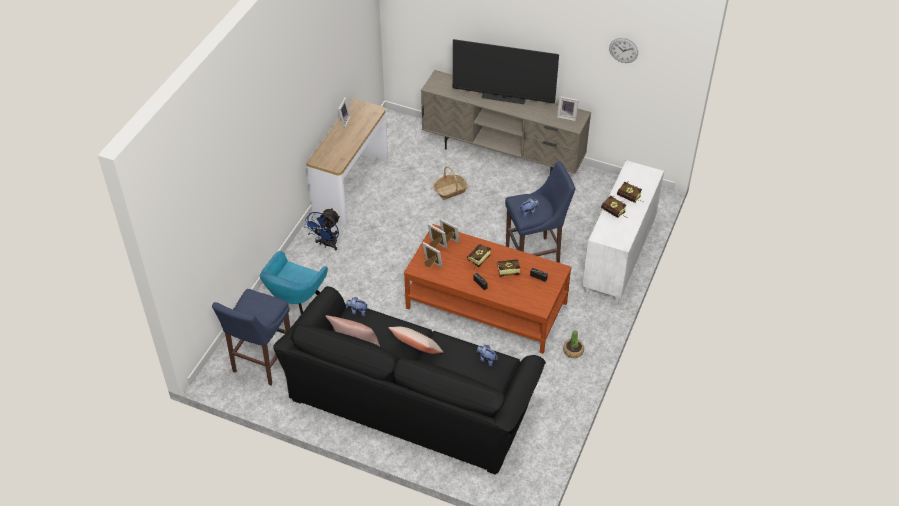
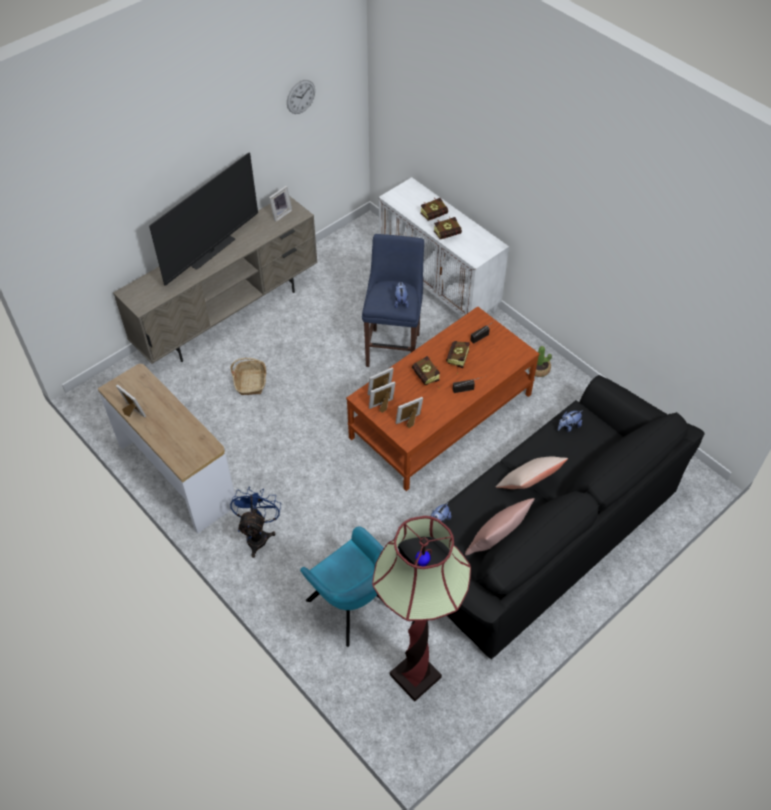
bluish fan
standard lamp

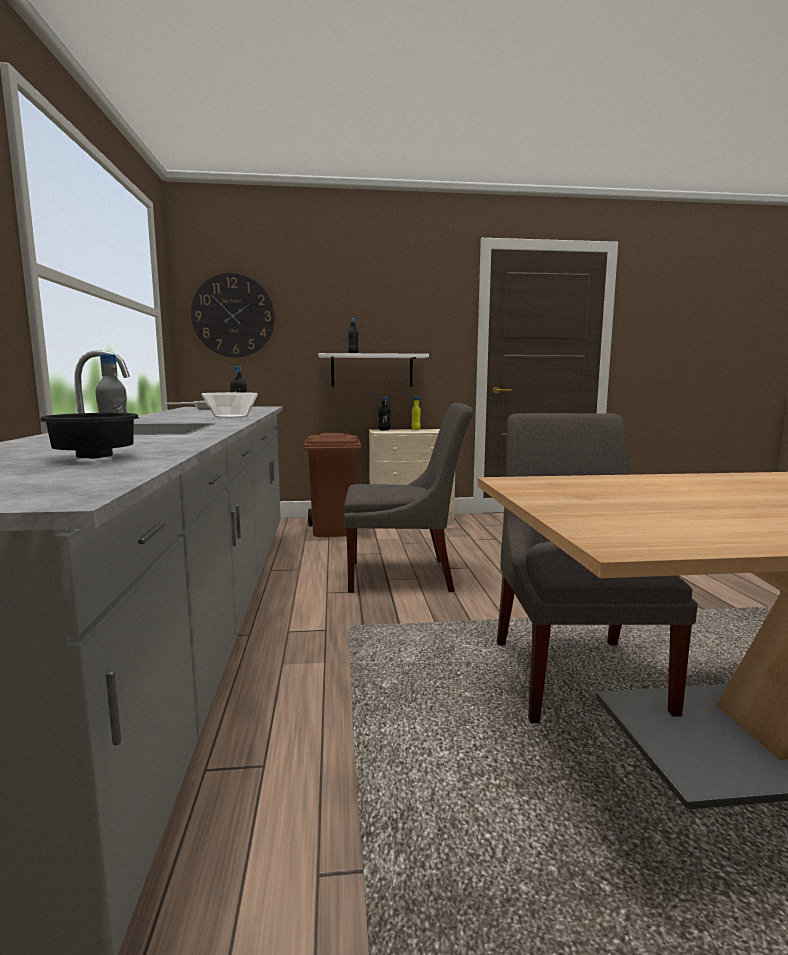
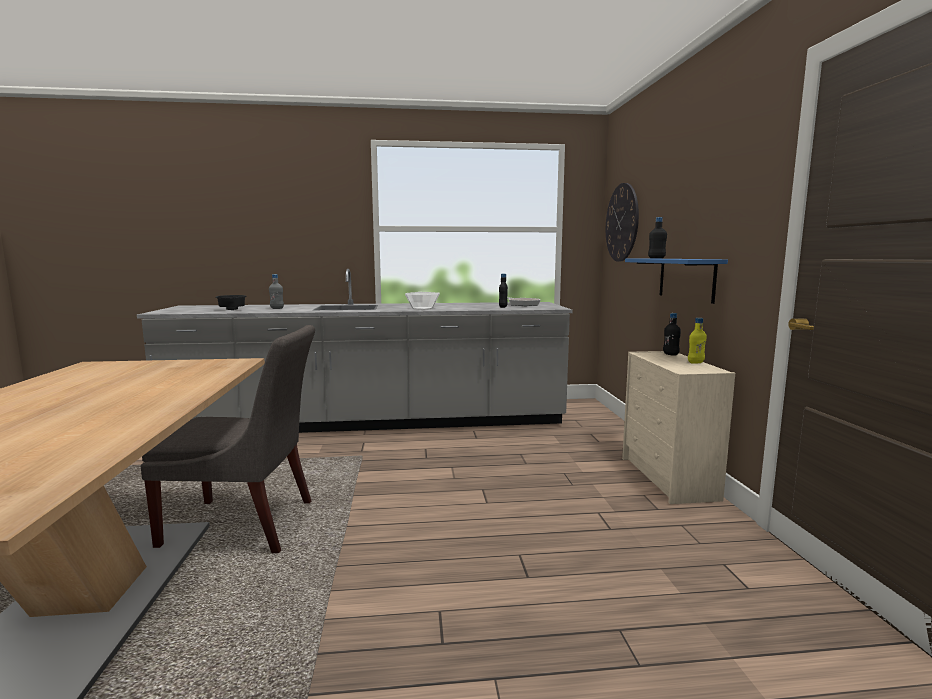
bluish shelf
brown-coloured rubbish bin
gray chair (1st from left in the first image)

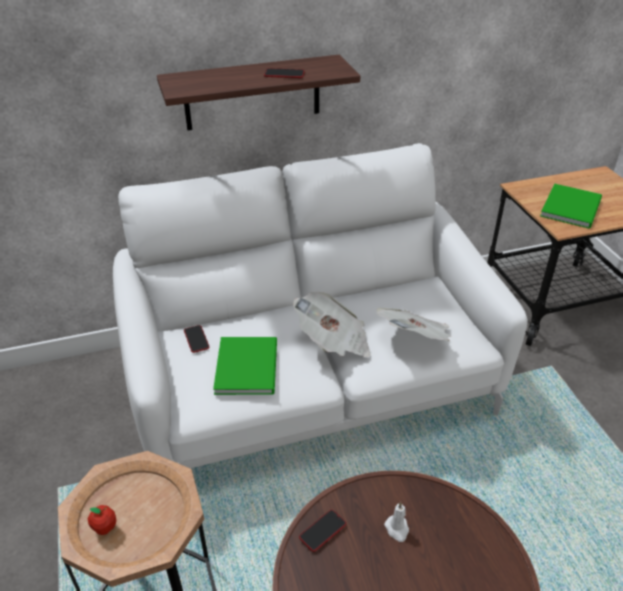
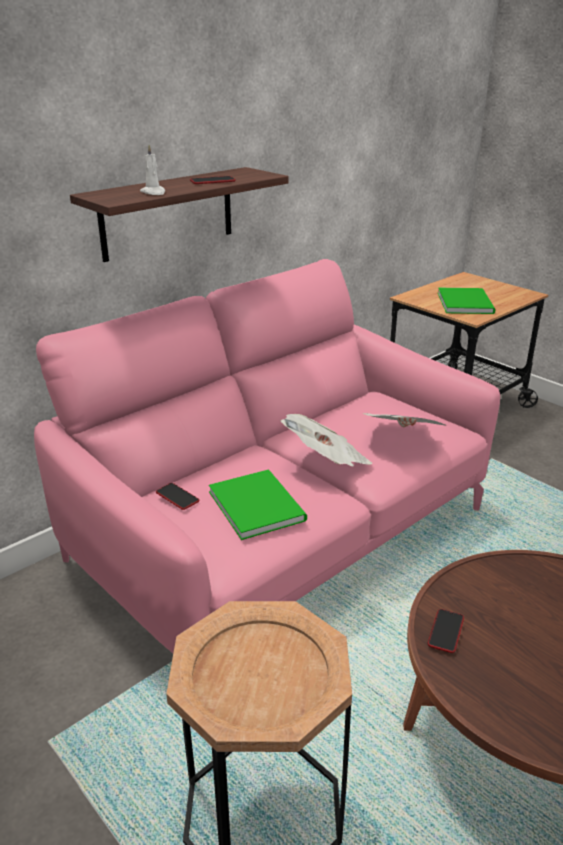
pink settee
whitish candle
apple

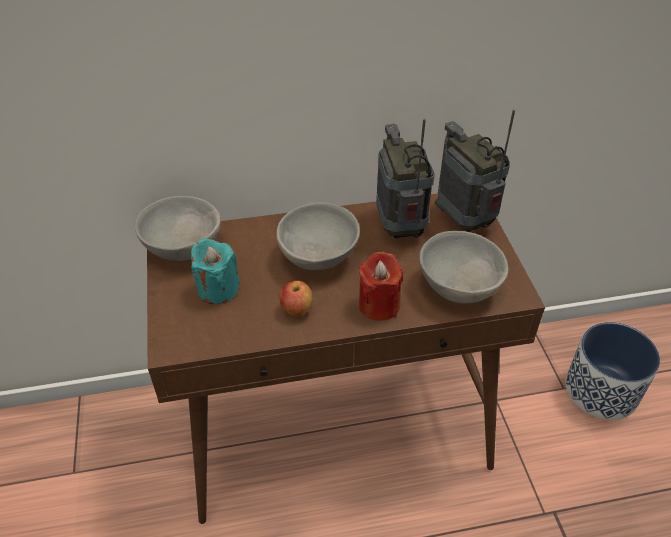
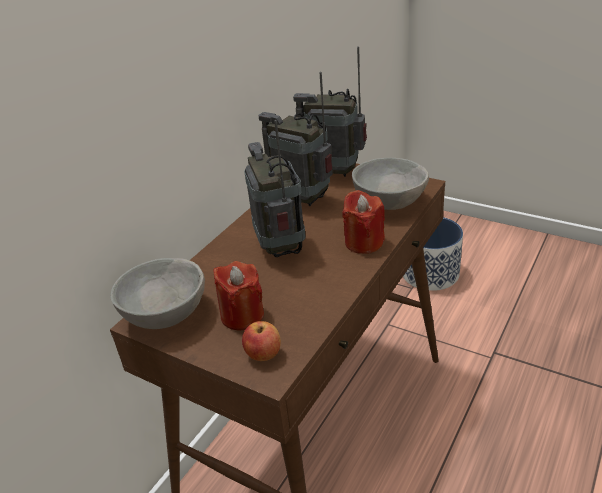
red candle (1st from left)
apple
radio receiver (1st from left)

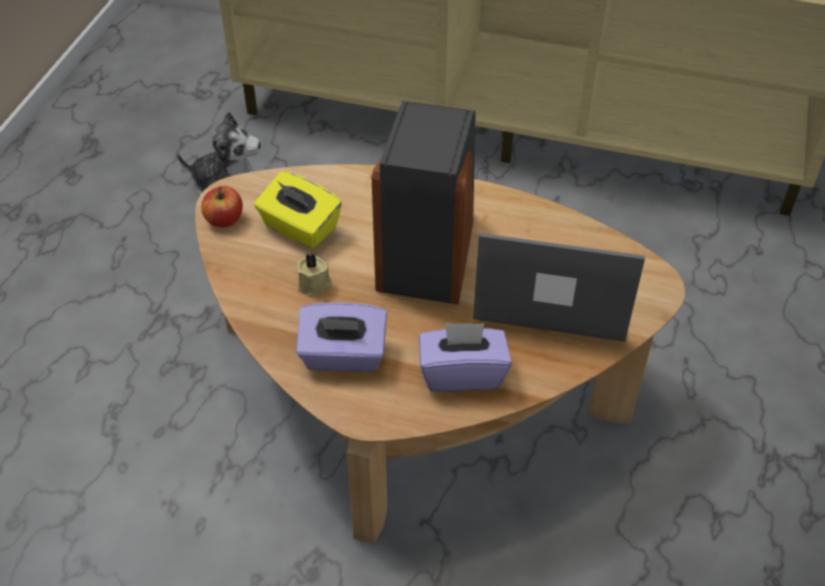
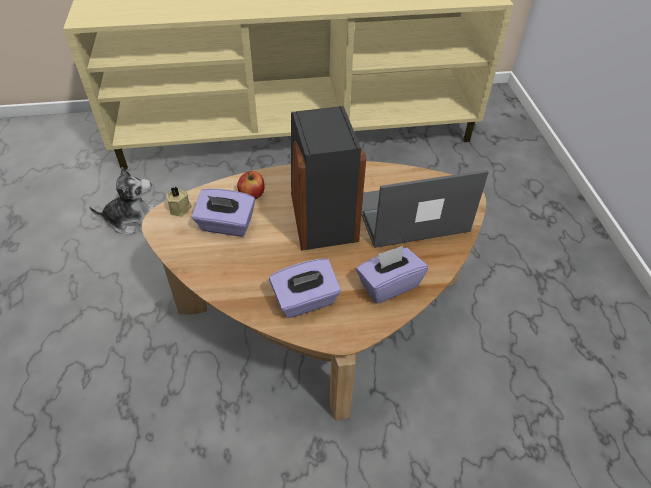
beige-coloured candle
purple tissue box (1st from left)
apple

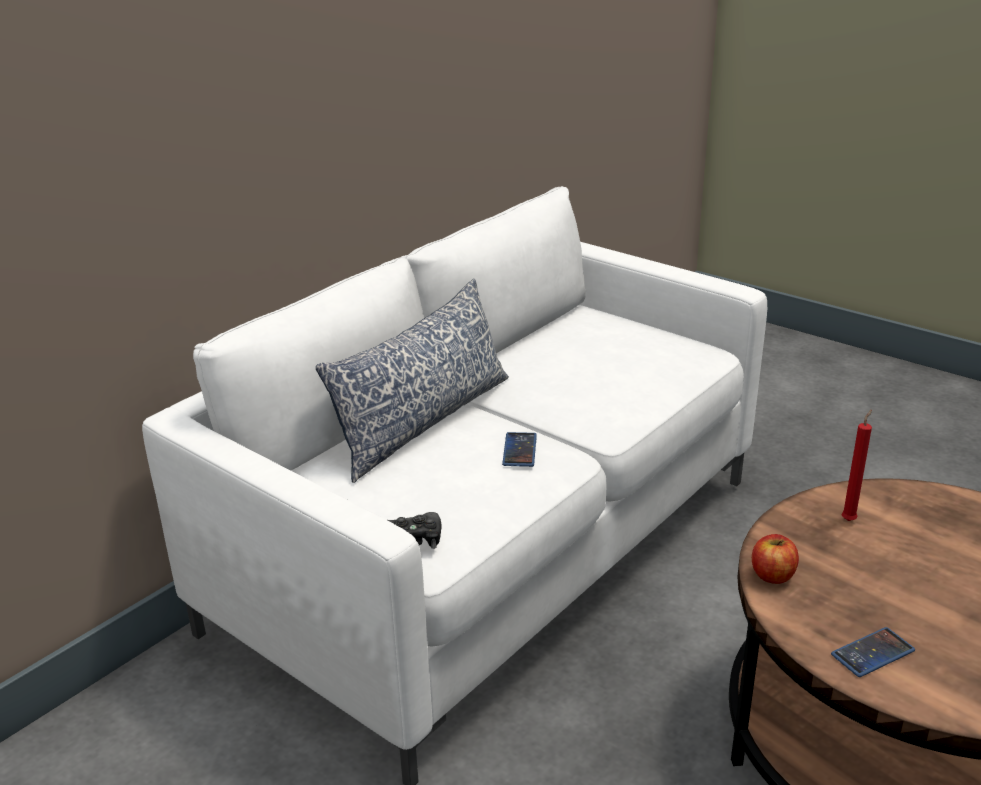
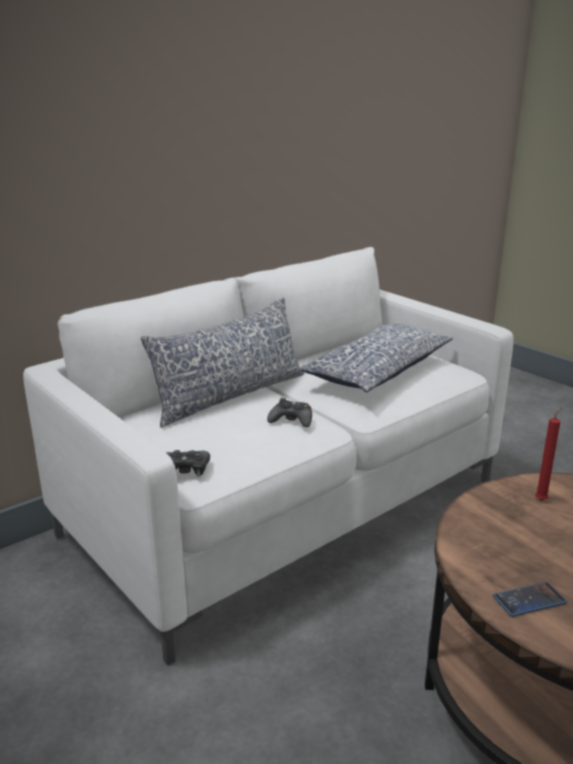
black-coloured joypad (2nd from left)
cushion (2nd from left)
apple

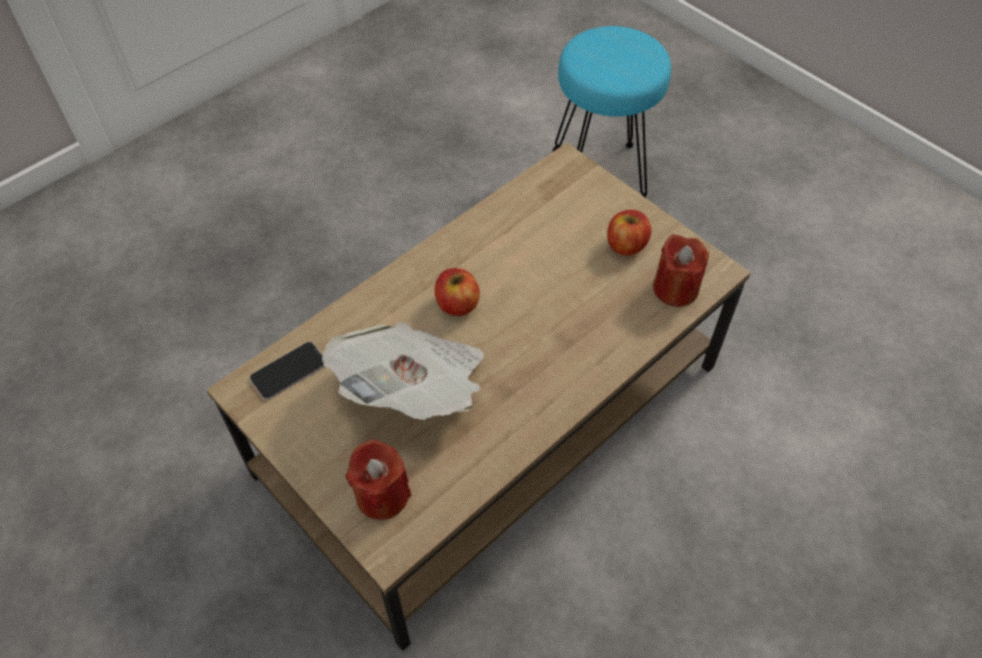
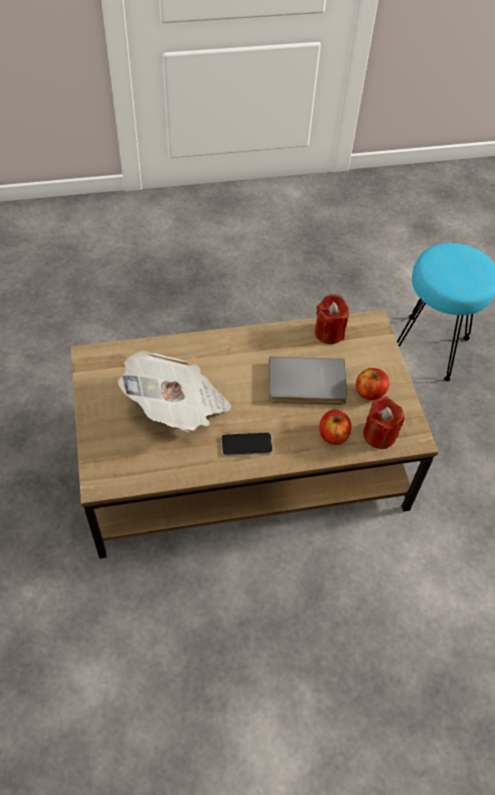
handset
gray book
red candle (1st from left)
apple (1st from left)

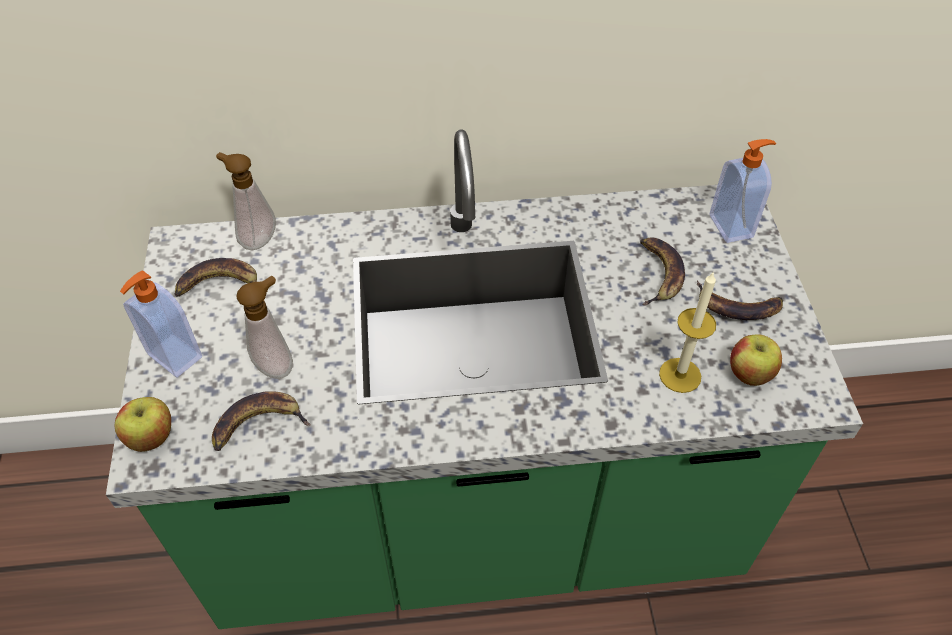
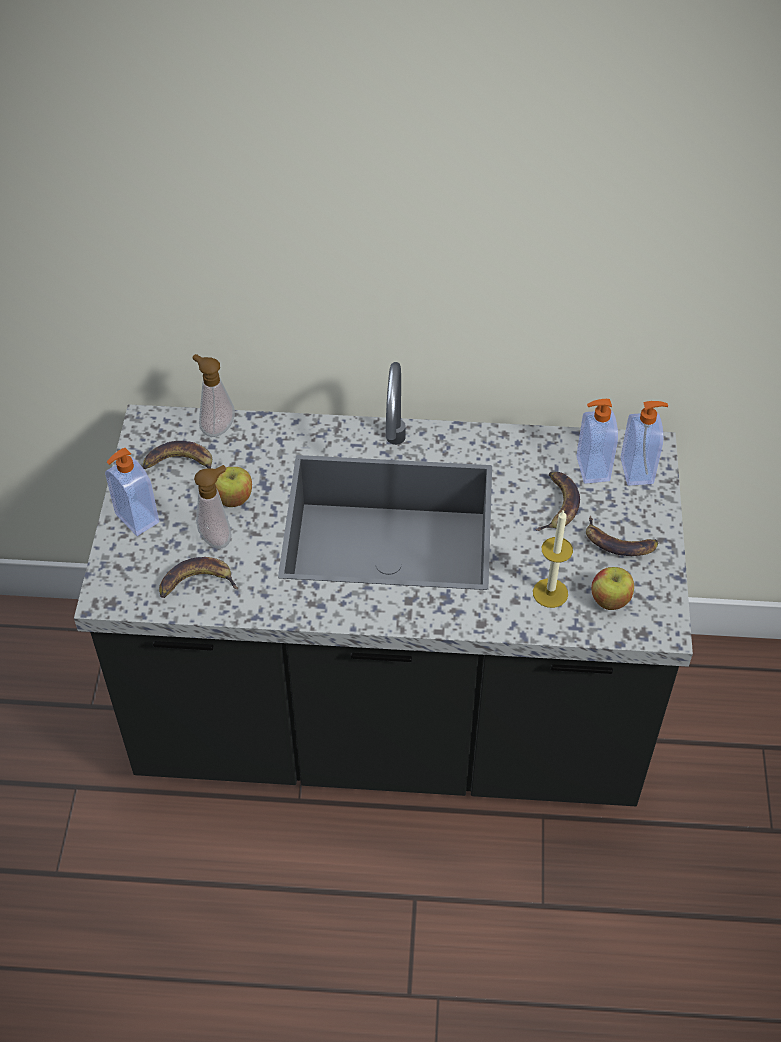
black-coloured kitchen base unit
apple (1st from left)
soap dispenser (4th from left)

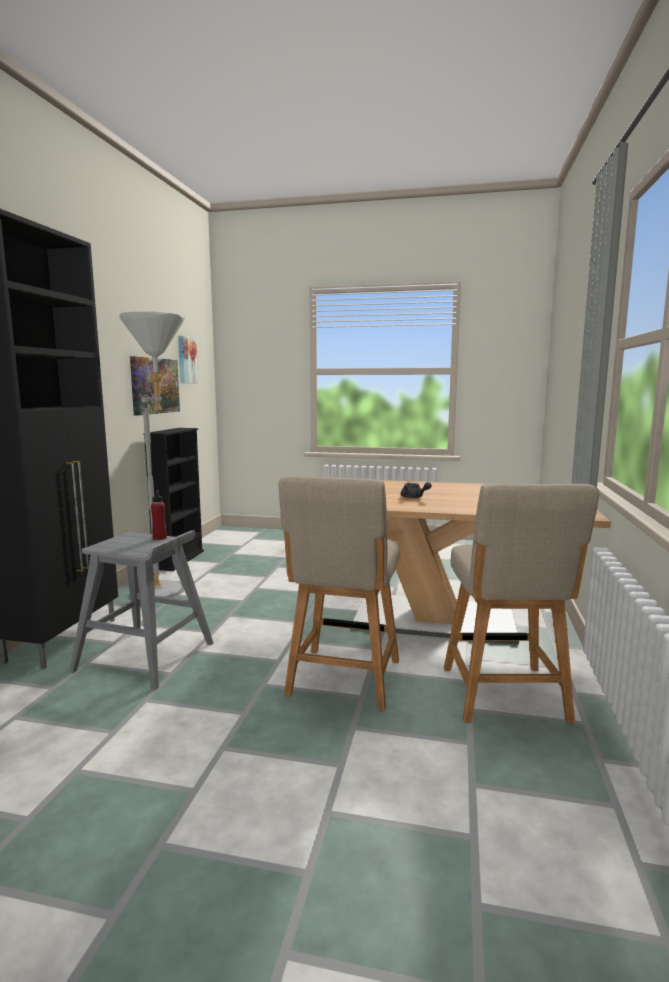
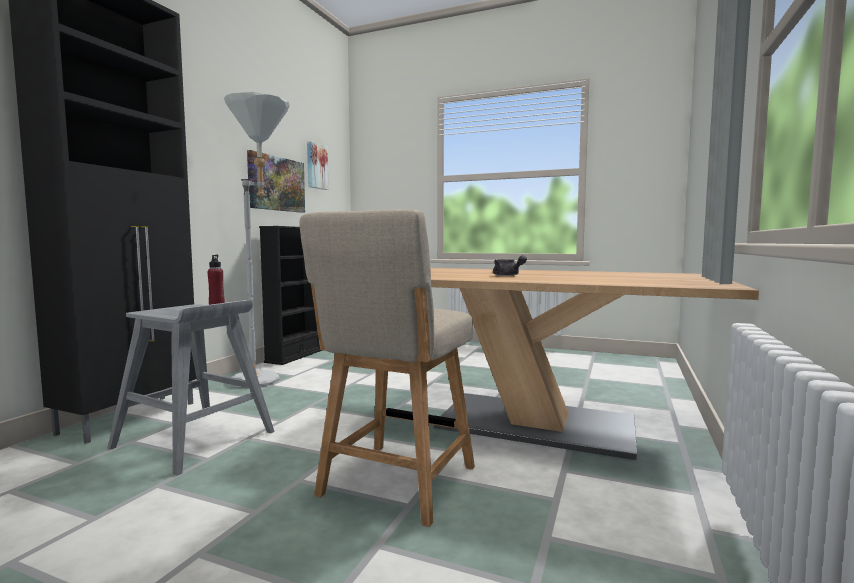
beige-coloured chair (2nd from left in the first image)

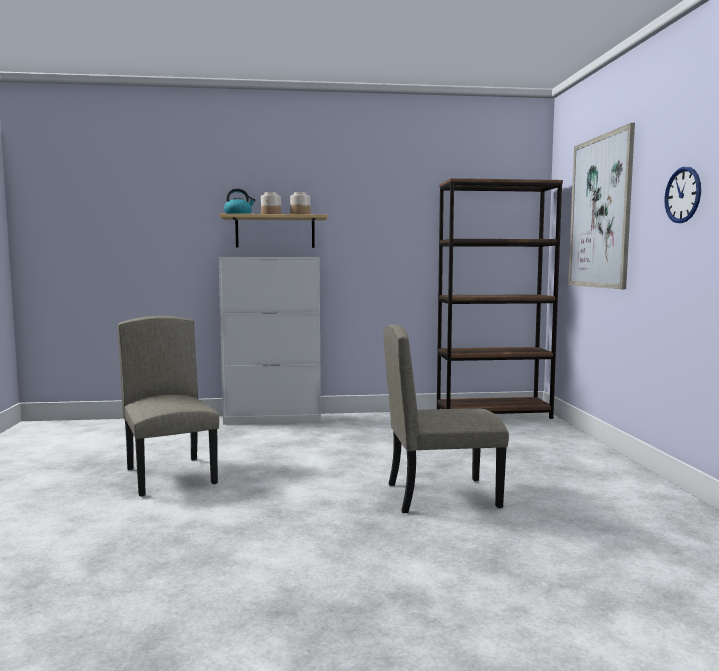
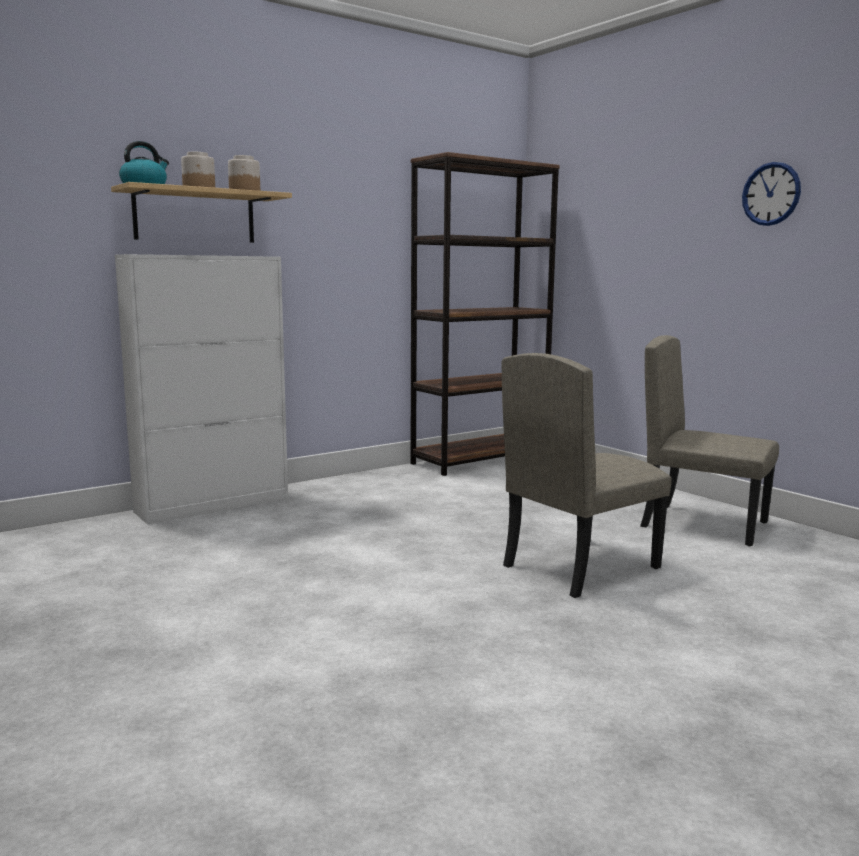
beige-coloured chair (2nd from left)
wall art

